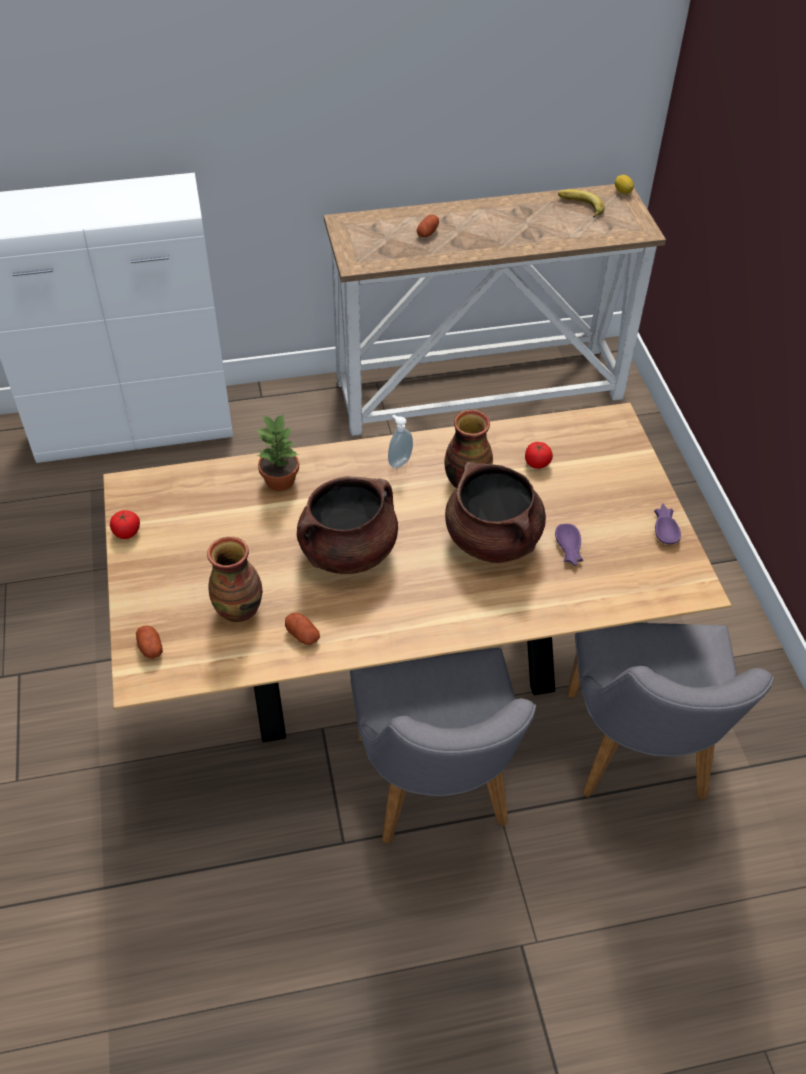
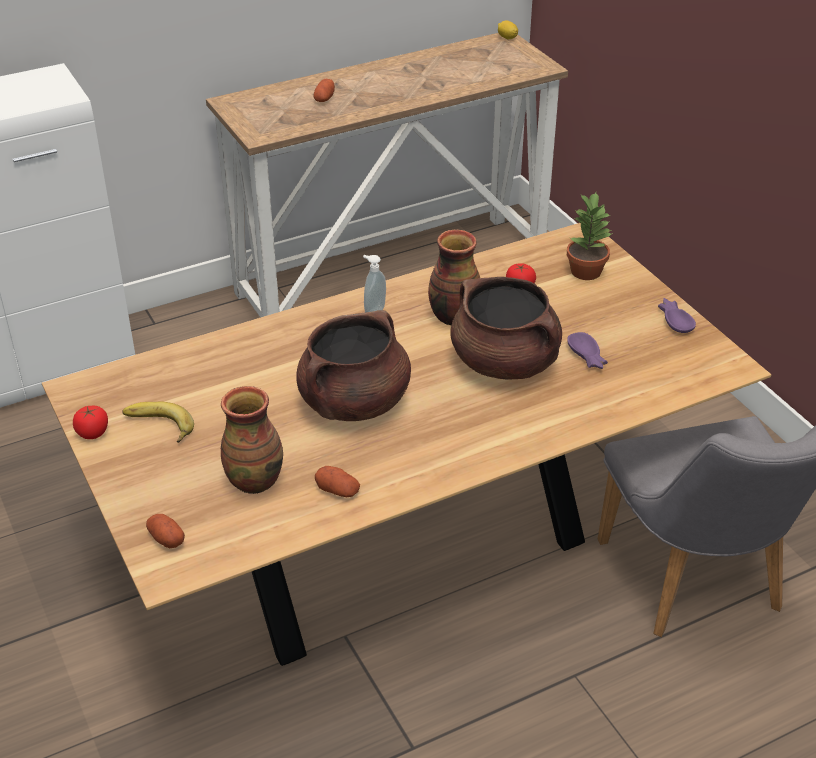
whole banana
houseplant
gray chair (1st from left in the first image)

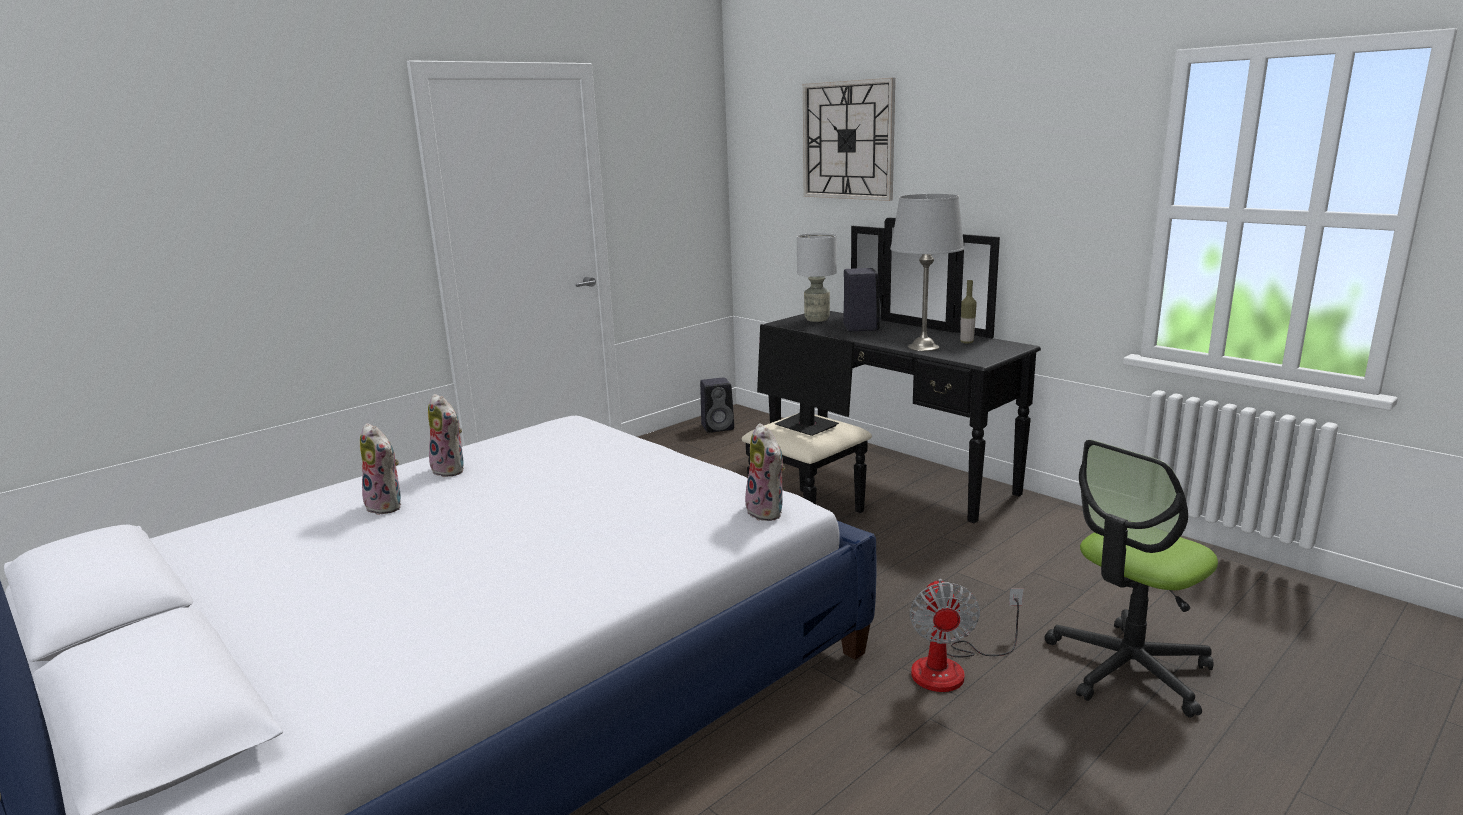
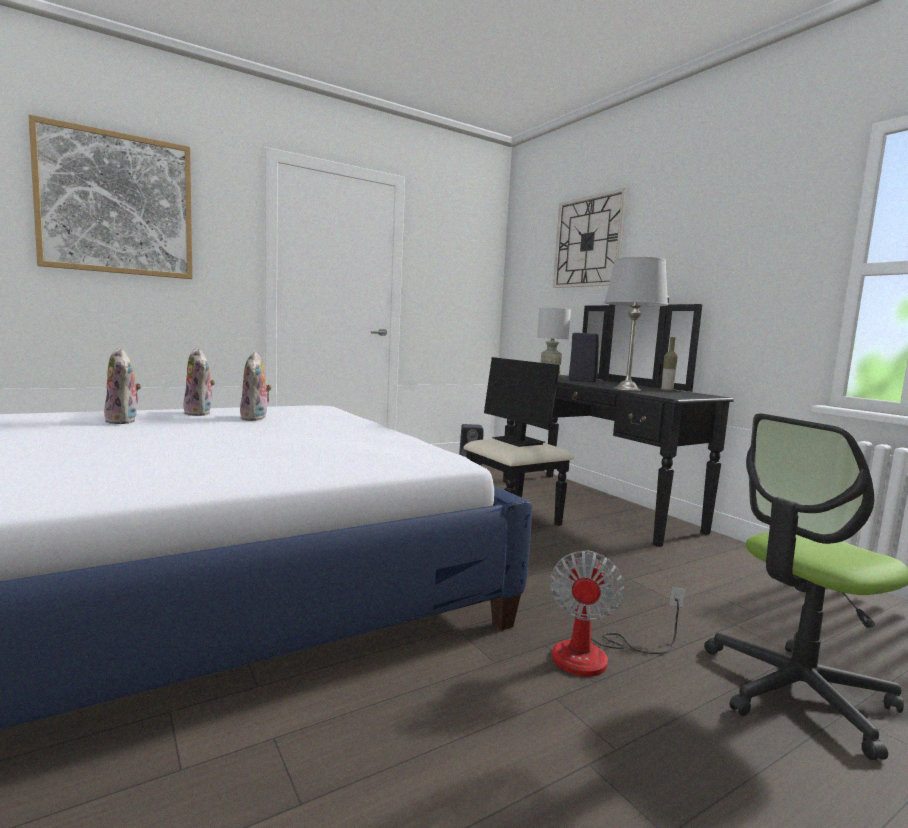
wall art
soft toy (3rd from left)

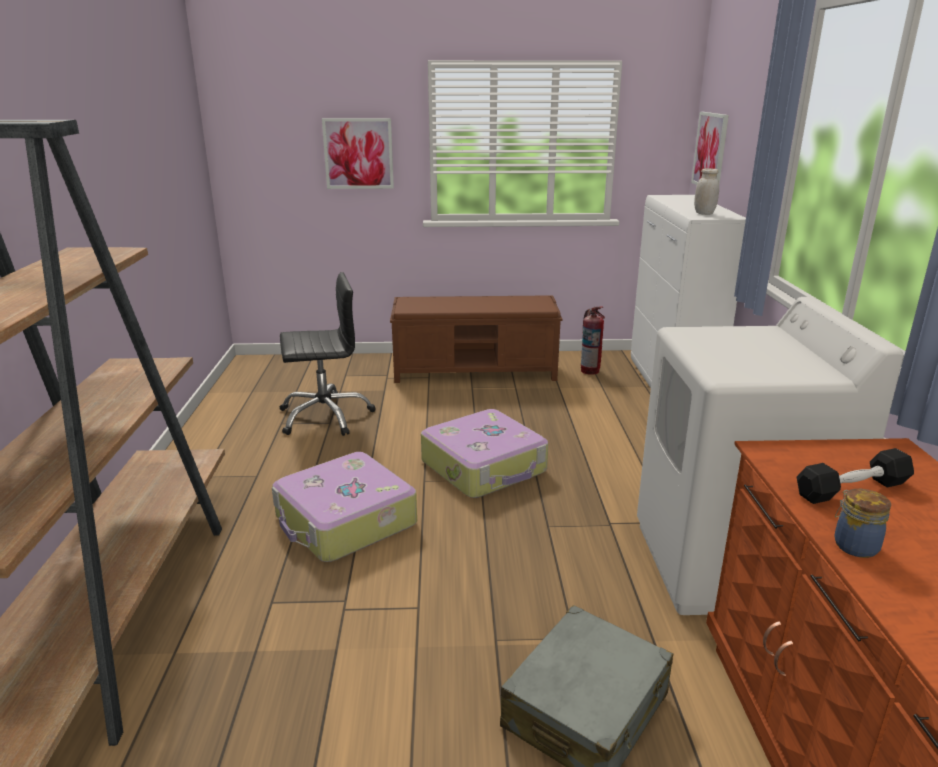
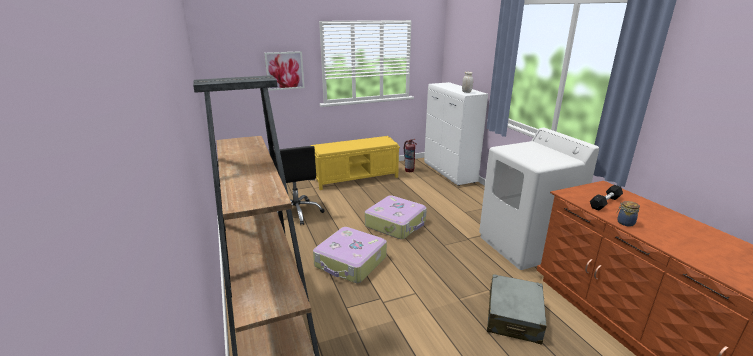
black-coloured computer chair
yellowish bench
wall art (2nd from left in the first image)

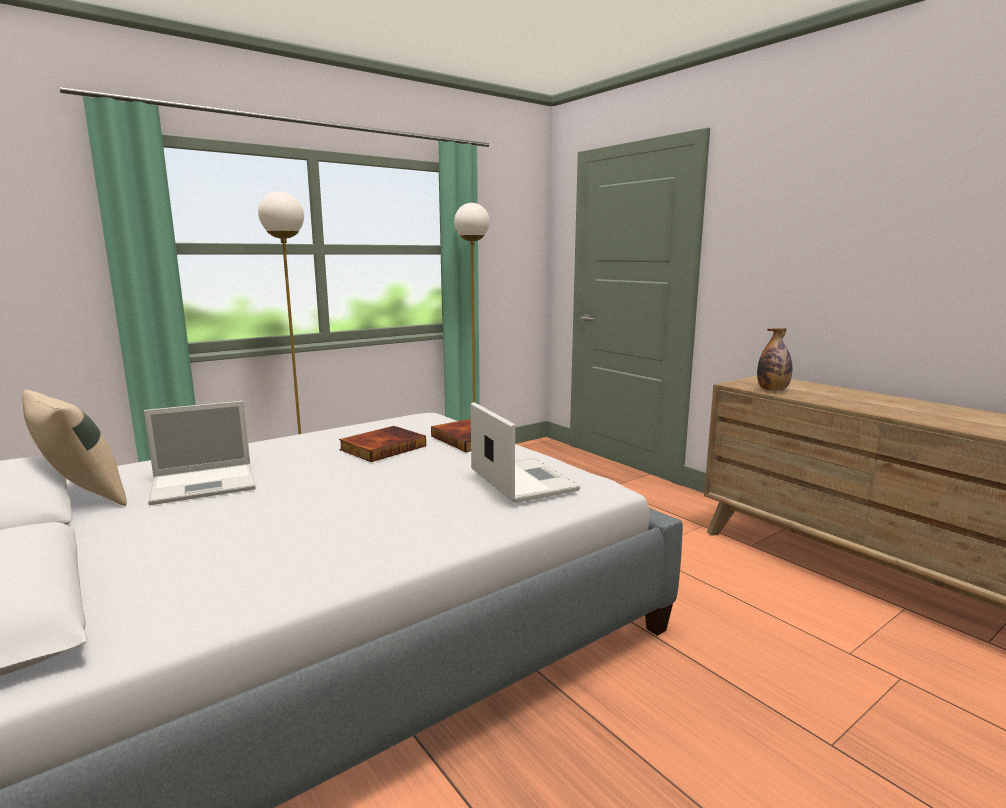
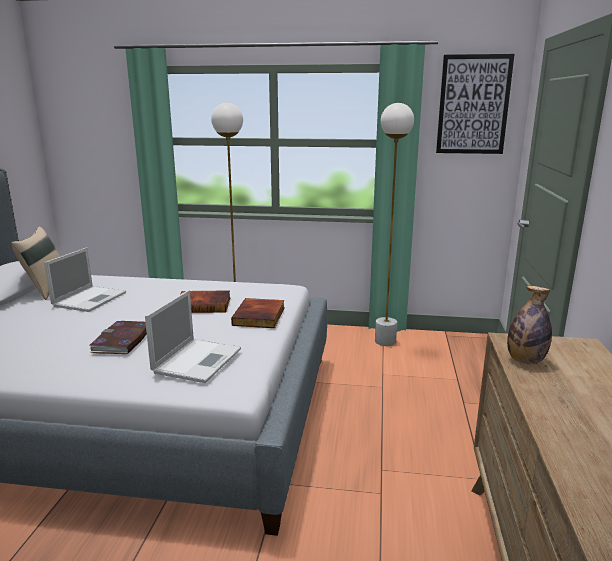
portable computer (1st from left)
book (1st from left)
wall art

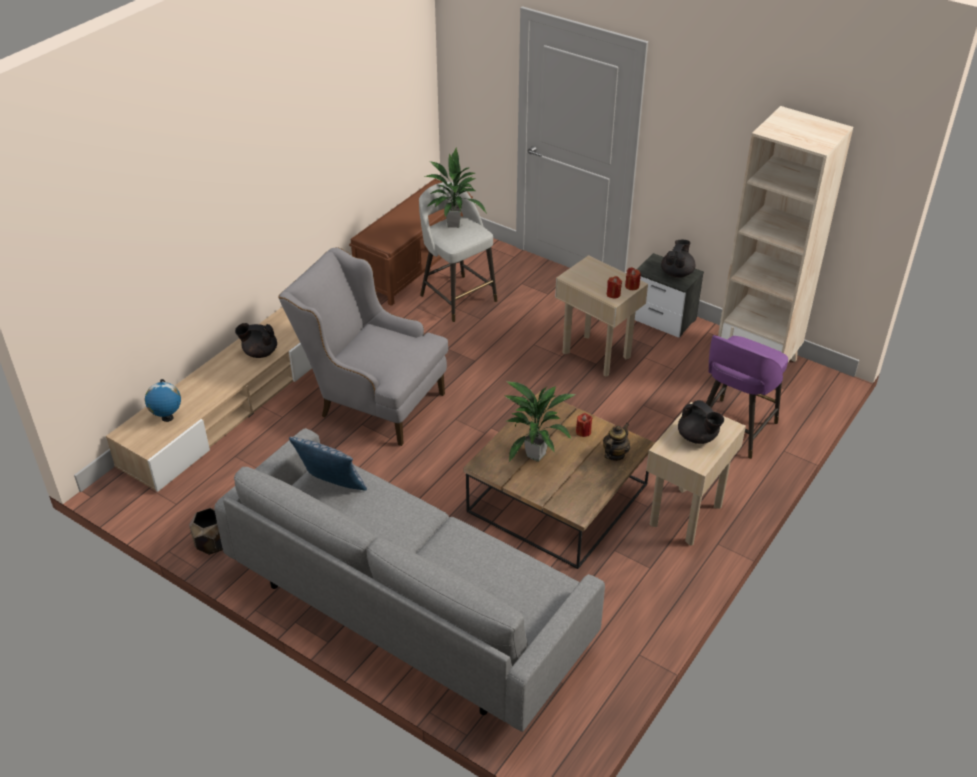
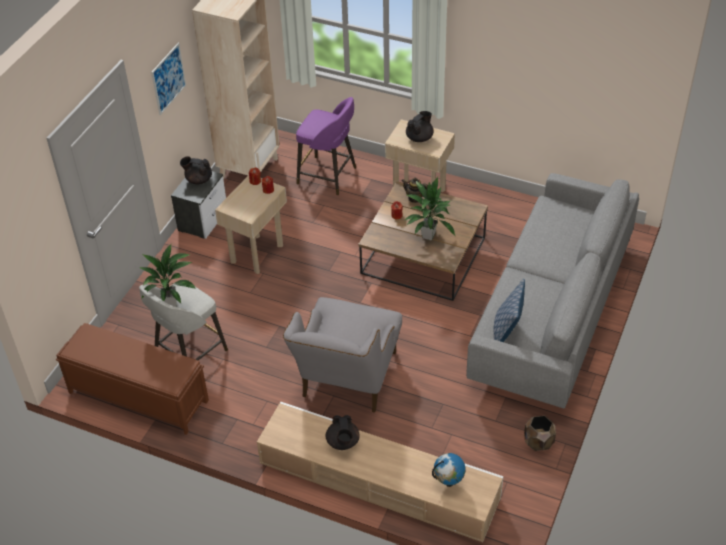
wall art

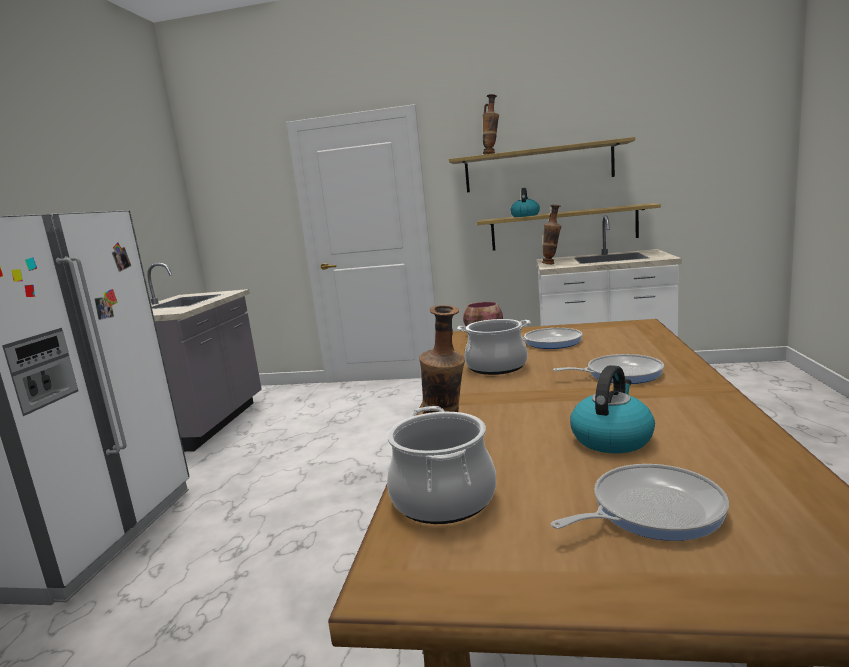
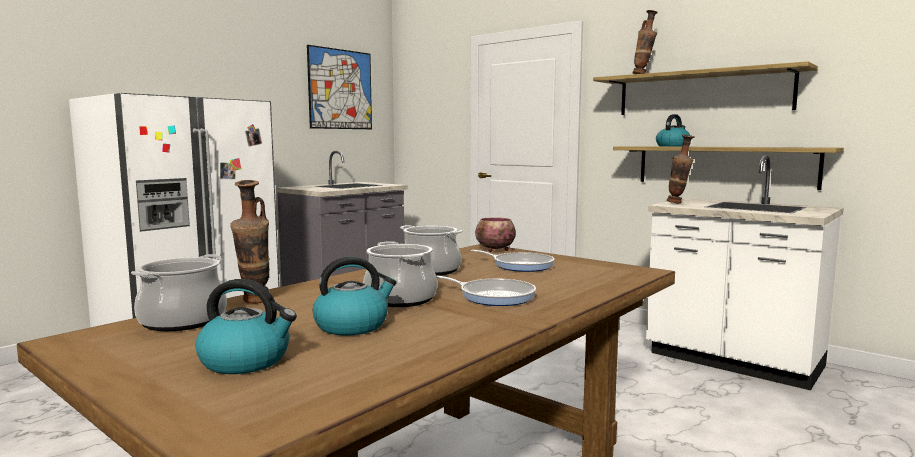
tea kettle (1st from left)
wall art
stockpot (2nd from left)

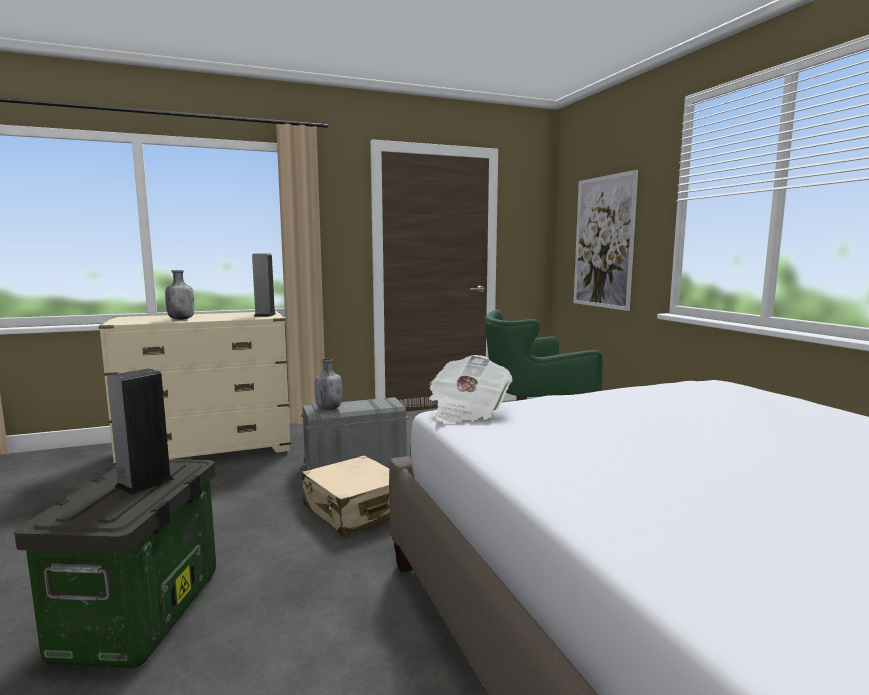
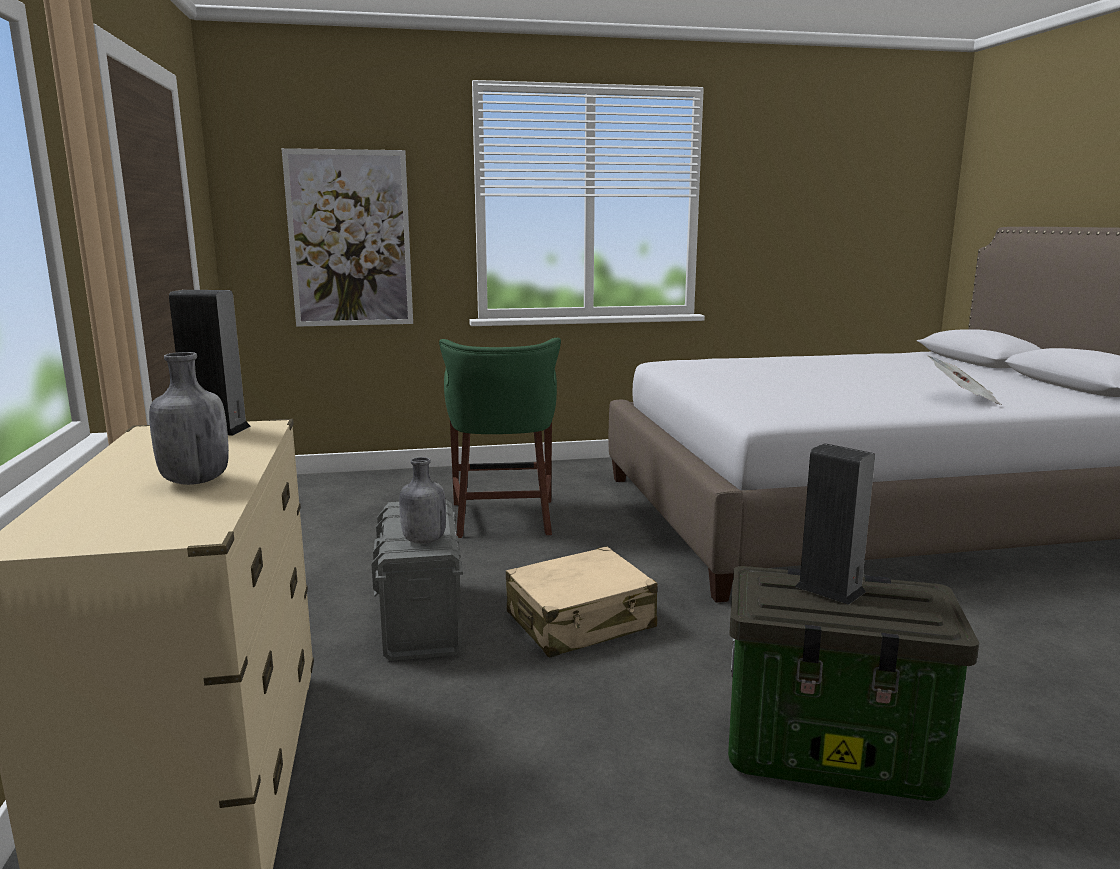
daily paper

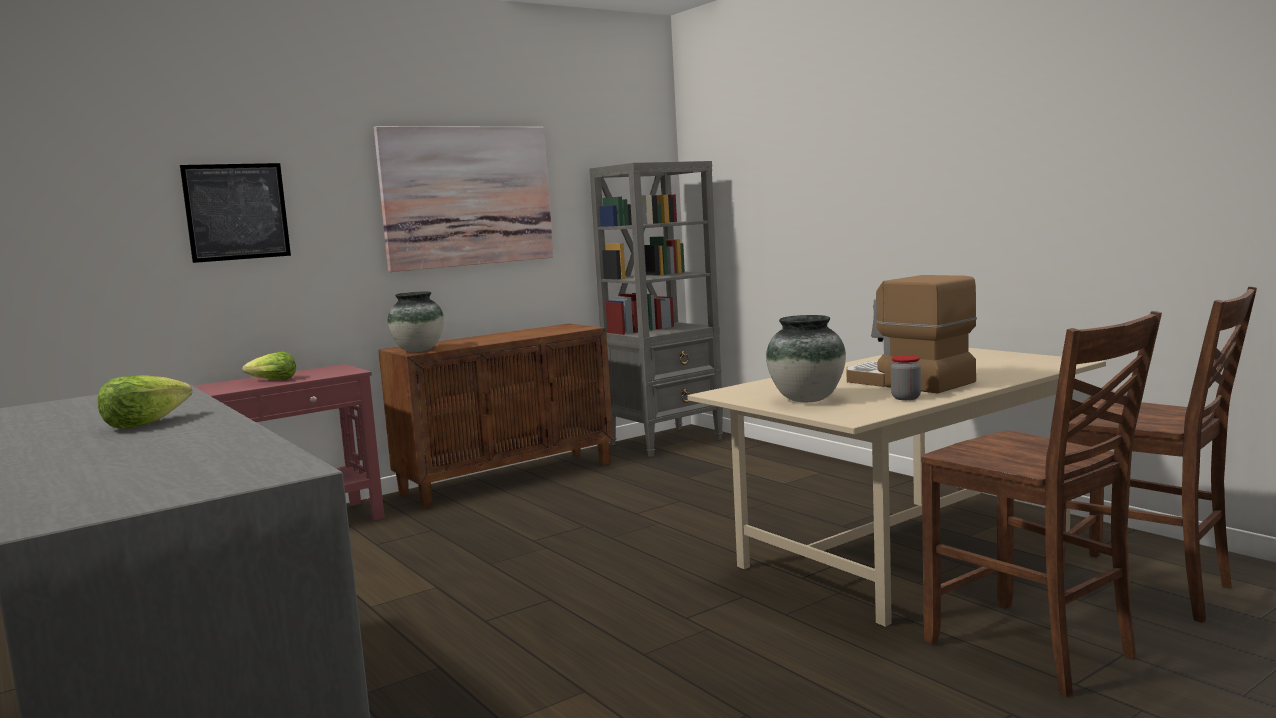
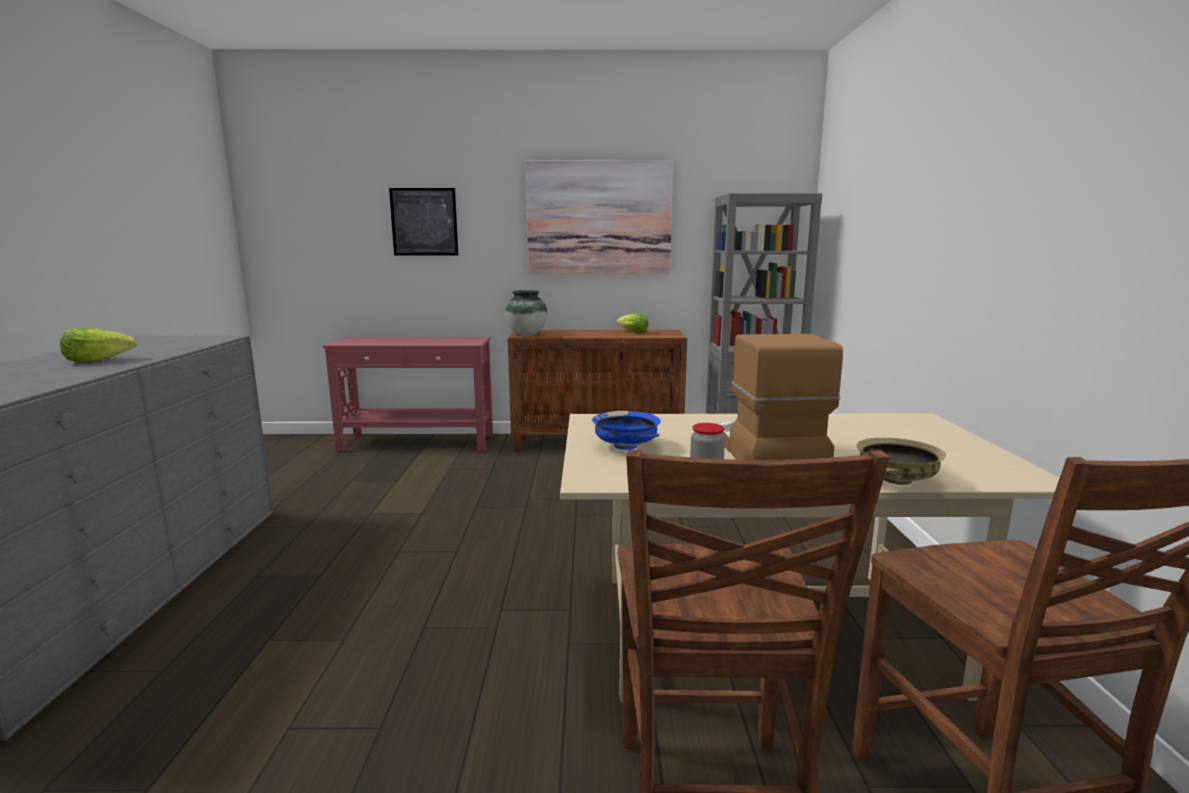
bluish deep dish
lettuce head (2nd from left)
beige-coloured deep dish

